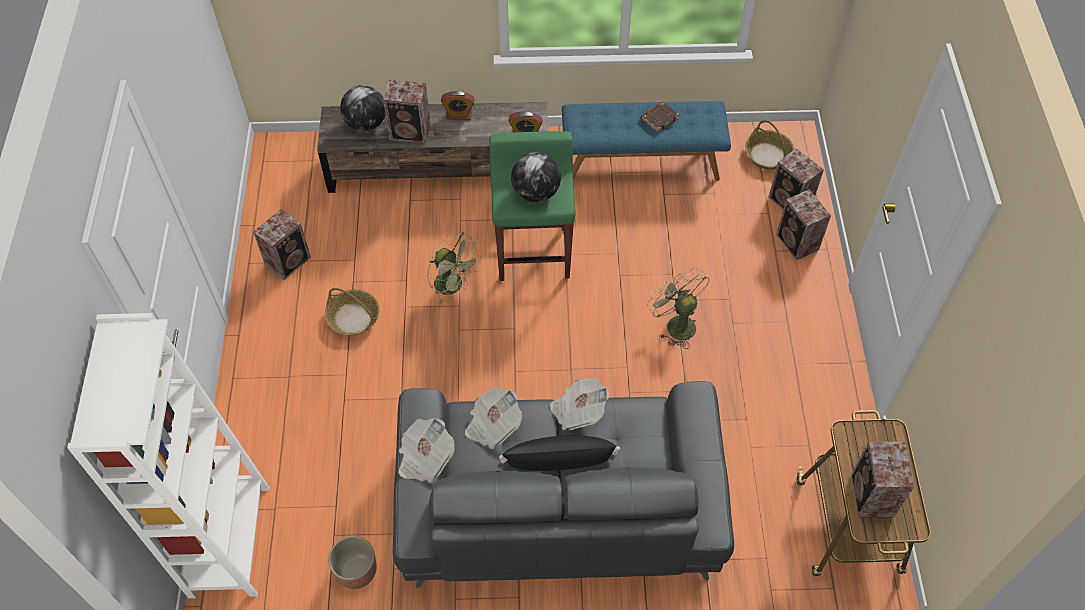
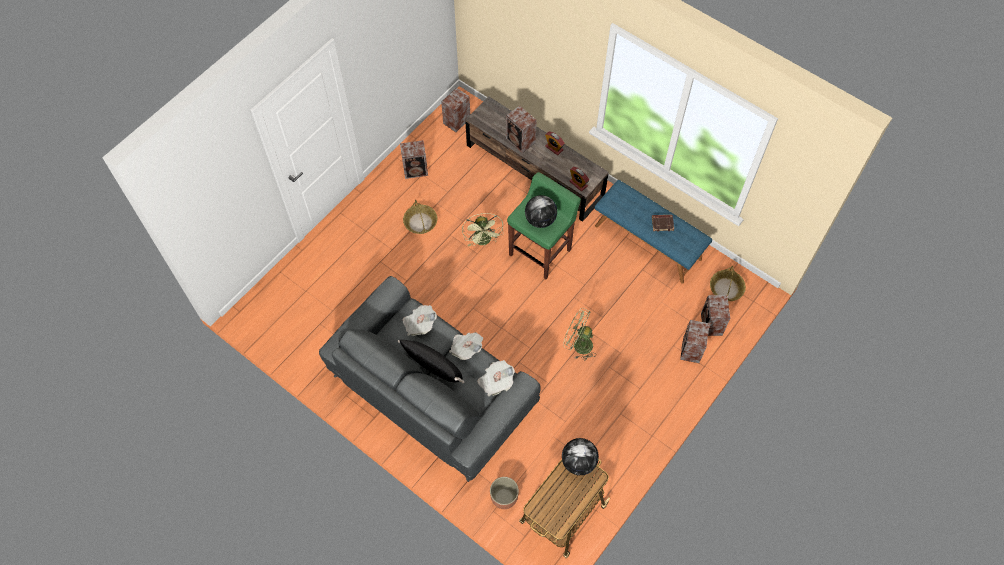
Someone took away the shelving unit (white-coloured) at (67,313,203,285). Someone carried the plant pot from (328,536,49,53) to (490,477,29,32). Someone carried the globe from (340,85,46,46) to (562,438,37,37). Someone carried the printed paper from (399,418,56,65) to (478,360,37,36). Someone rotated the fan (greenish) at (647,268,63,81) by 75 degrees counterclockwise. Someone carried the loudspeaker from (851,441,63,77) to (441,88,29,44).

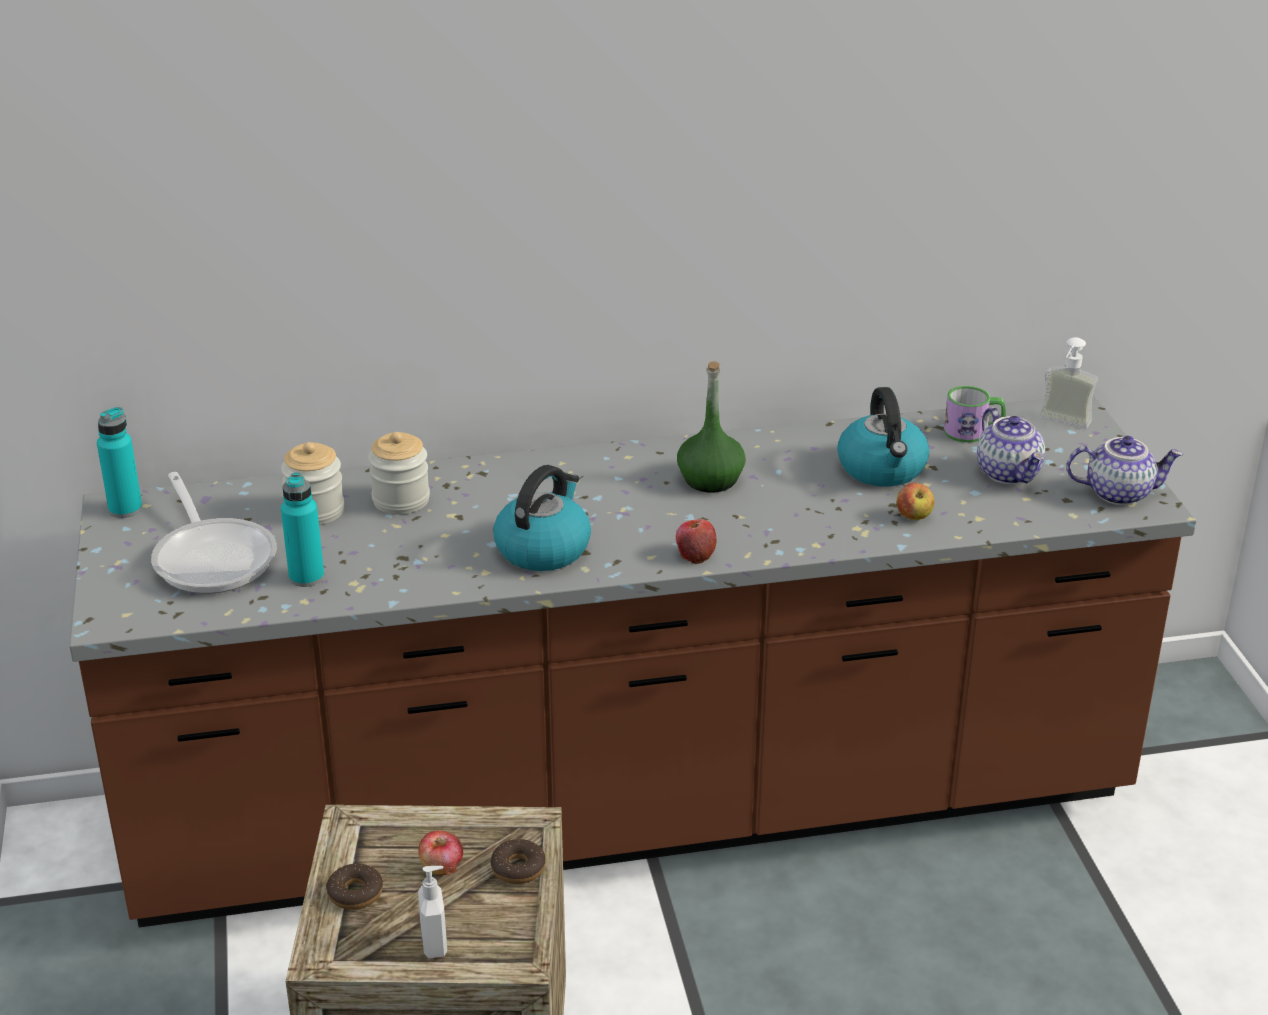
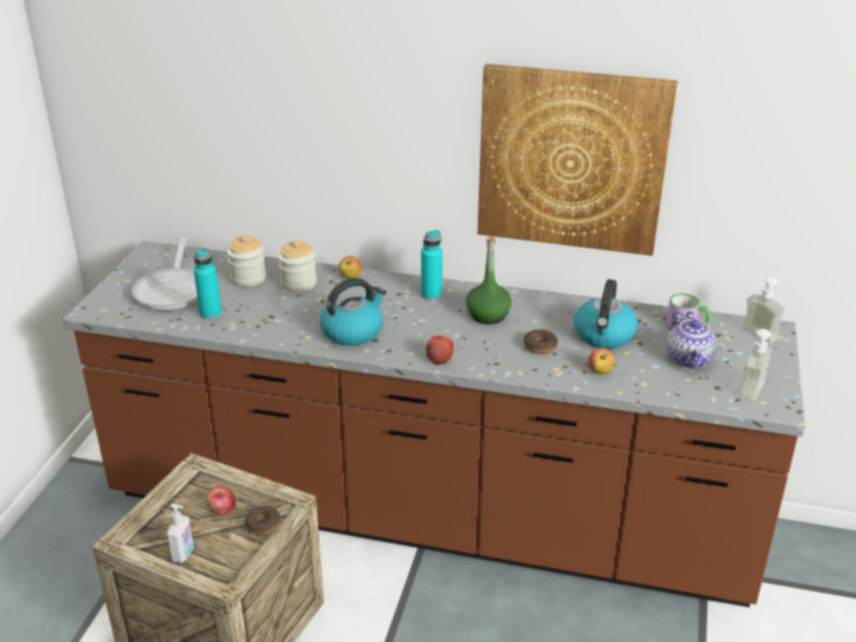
Someone carried the beverage bottle (turquoise) from (97,407,45,111) to (421,230,21,70). Someone carried the ring doughnut from (326,864,57,46) to (524,329,34,25). Someone swapped the pot for tea at (1066,436,117,70) for the liquid soap bottle at (739,329,50,72). Someone put down the whole apple at (339,256,23,23). Someone put up the wall art at (478,64,200,192).

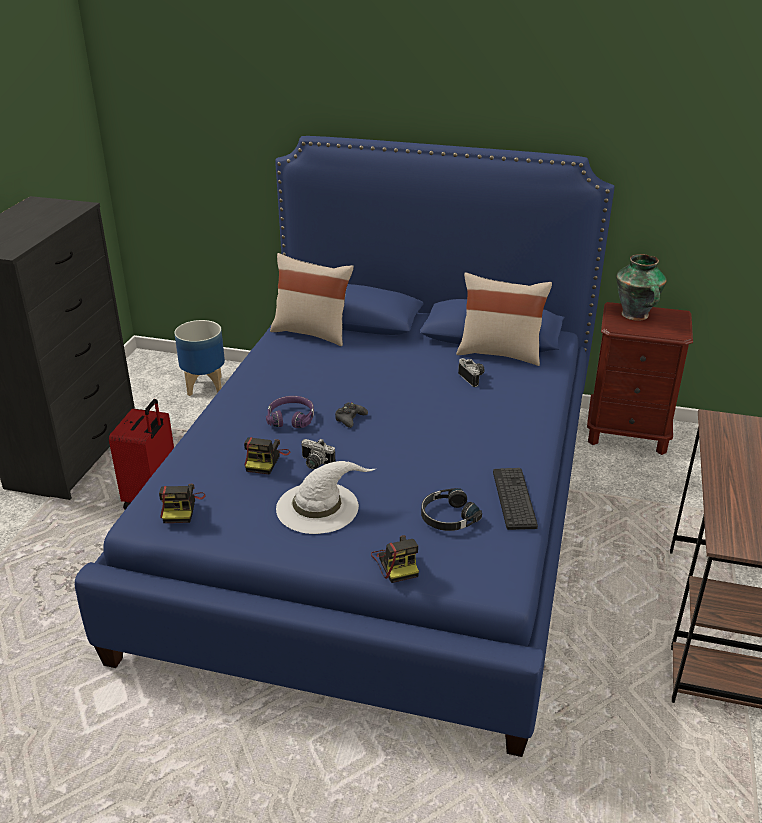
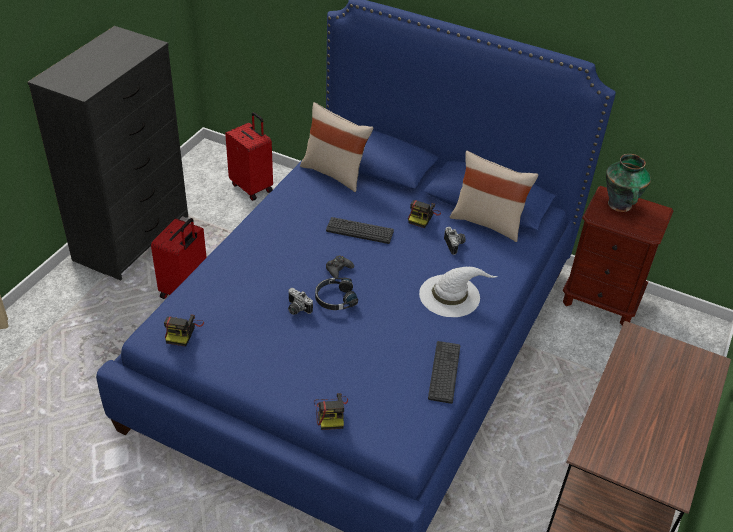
Someone swapped the plant pot at (174,320,51,76) for the suitcase (red-coloured) at (225,112,48,89). Someone carried the photo camera from (244,437,46,38) to (408,200,33,28). Someone took away the headset (purple) at (266,396,48,32). Someone carried the hat (white-coloured) from (276,461,99,73) to (419,267,79,50). Someone carried the headset (blackish) from (421,488,61,43) to (315,277,43,33). Someone put down the keyboard at (326,217,68,27).

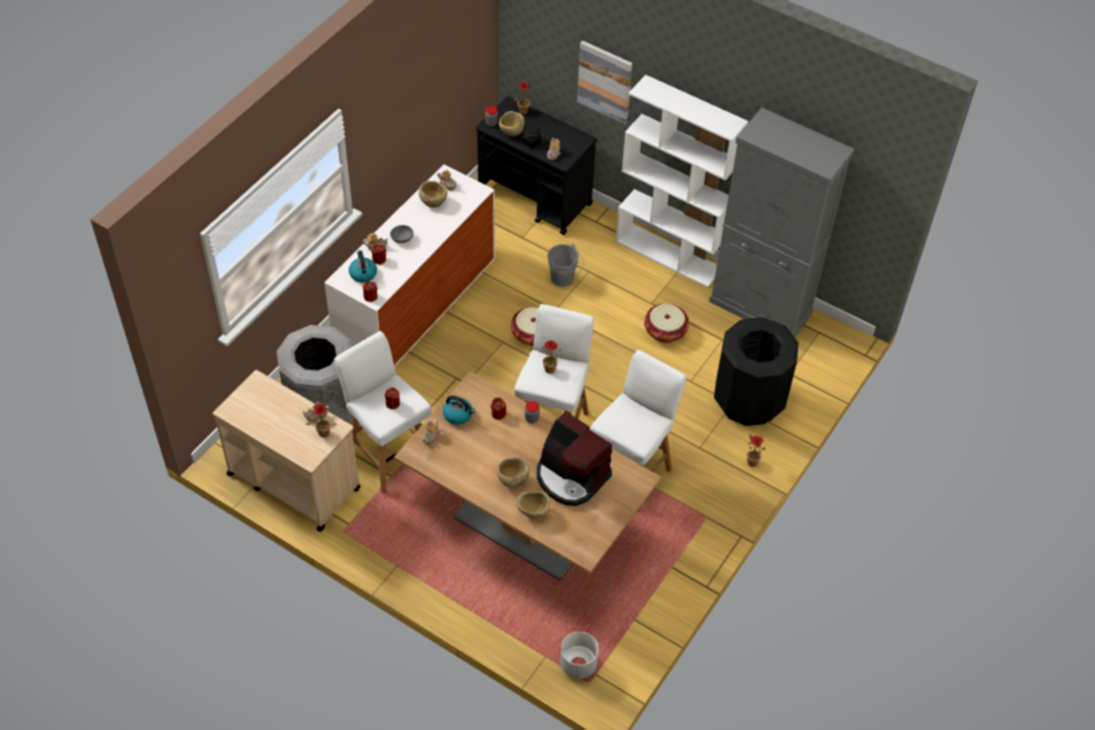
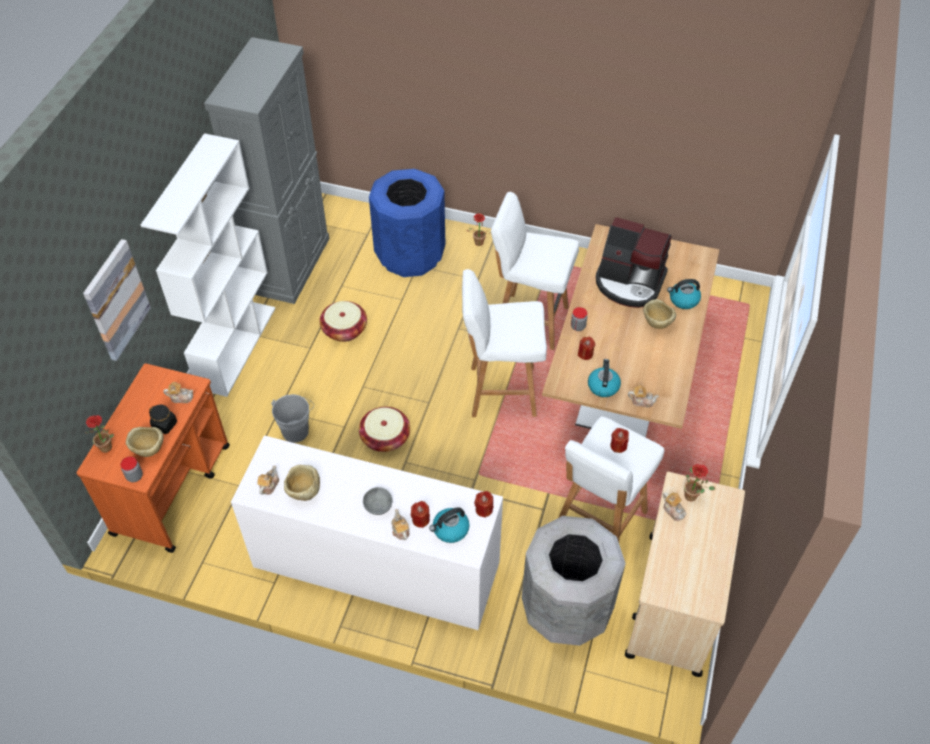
Someone repainted the wheeled cart (blackish) at (476,96,121,139), which became the wheeled cart (orange-coloured) at (76,363,154,190). Someone swapped the bowl (beige) at (517,491,33,28) for the water kettle at (667,279,34,30). Someone rotated the coffee machine at (537,411,75,95) by 90 degrees clockwise. Someone took away the plant in a pot at (542,340,20,34). Someone took away the plant pot (white-coloured) at (560,632,39,47). Someone repainted the trash can (blackish) at (714,317,85,109), which became the trash can (blue) at (369,169,76,108).

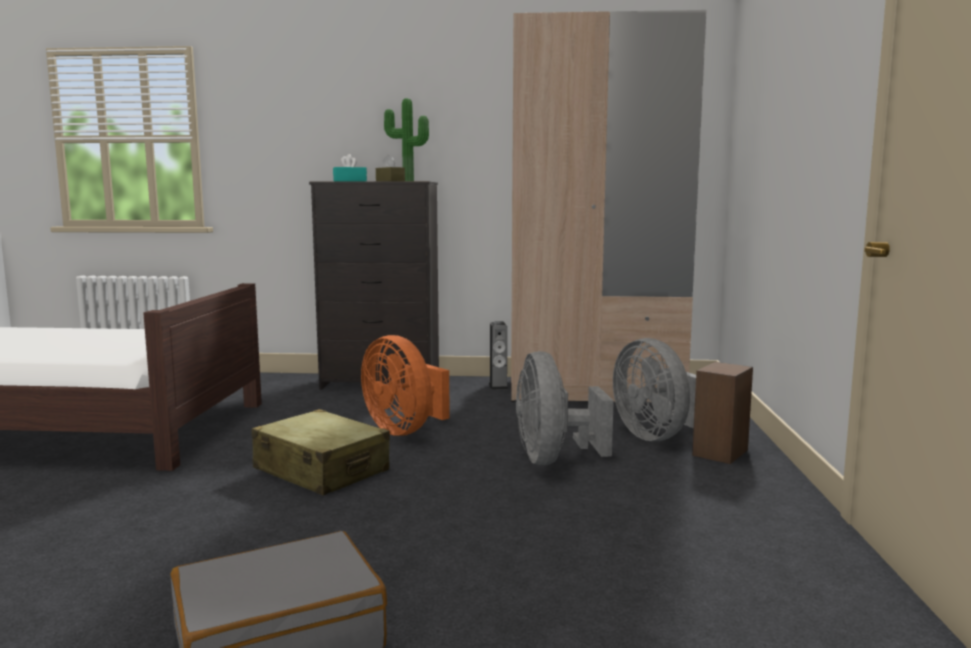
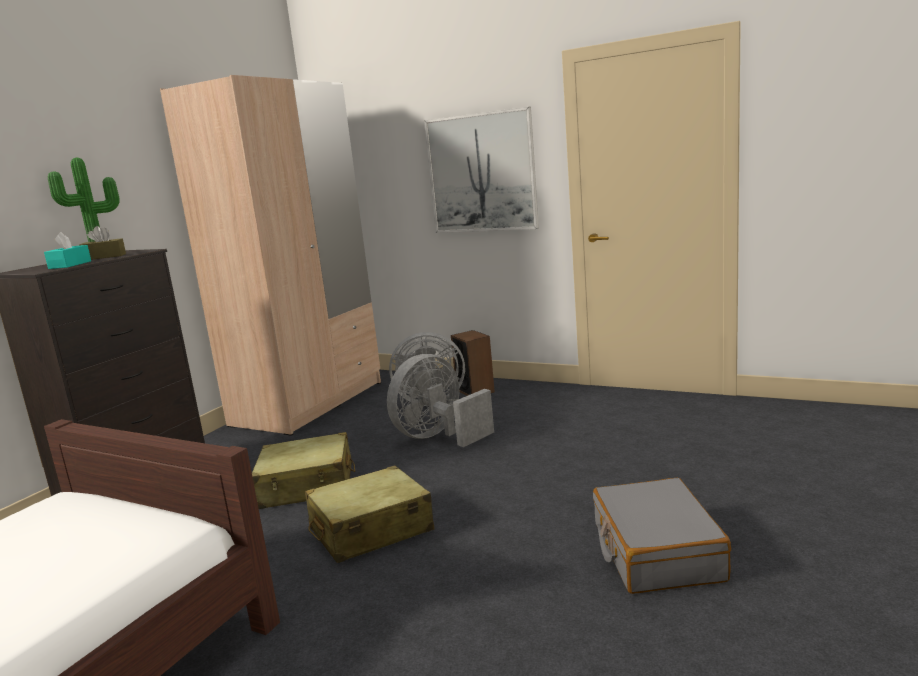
Someone swapped the fan (orange-coloured) at (361,335,89,101) for the suitcase (beige) at (252,432,103,77). Someone took away the loudspeaker at (489,321,19,69). Someone rotated the fan (greyish) at (516,351,98,114) by 120 degrees clockwise. Someone put up the wall art at (424,107,115,126).

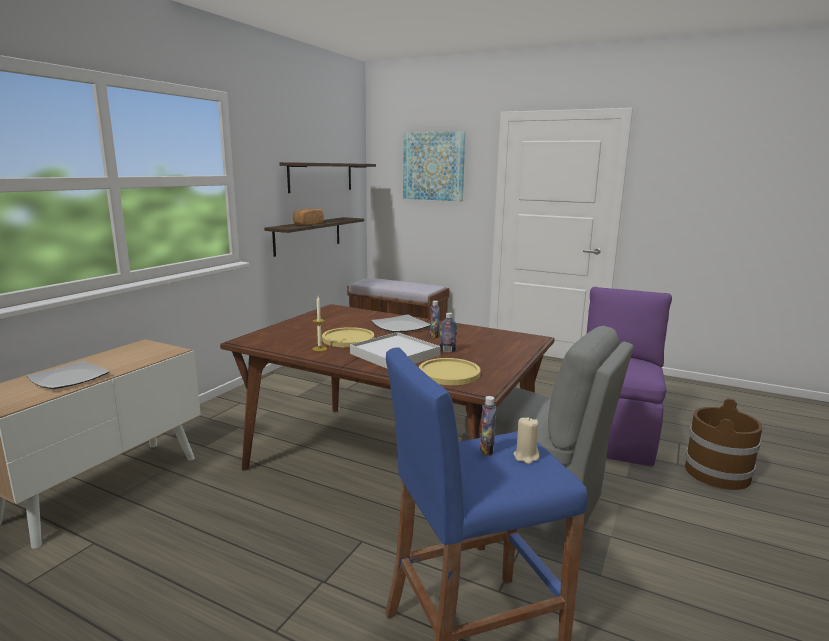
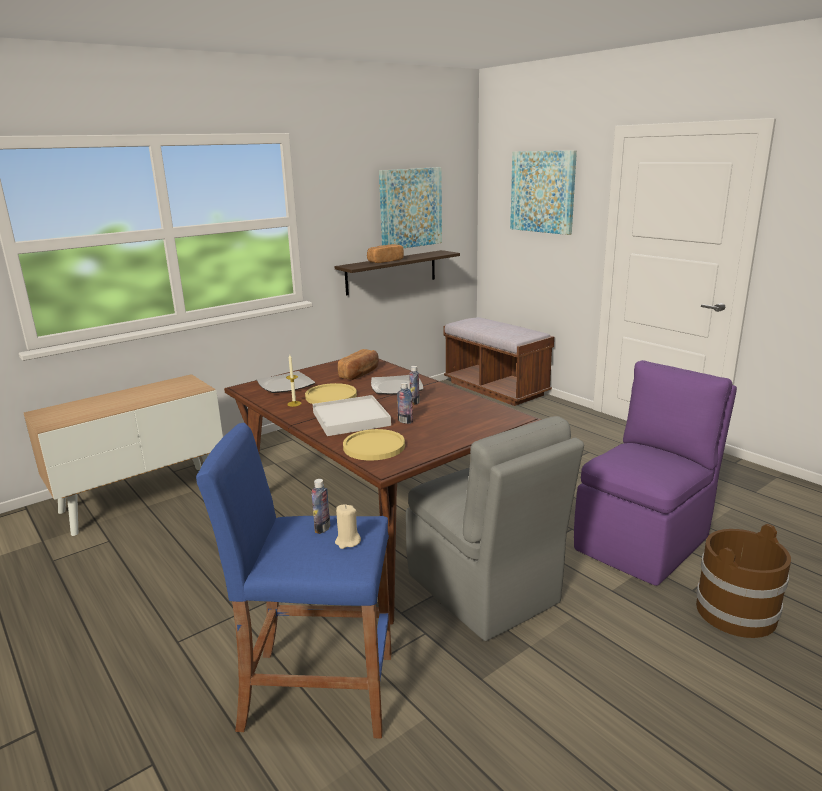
Someone carried the plate from (27,361,83,28) to (257,371,58,22). Someone swapped the bracket shelf at (279,162,97,31) for the wall art at (379,167,63,81). Someone put down the bakery bread at (338,349,41,31).

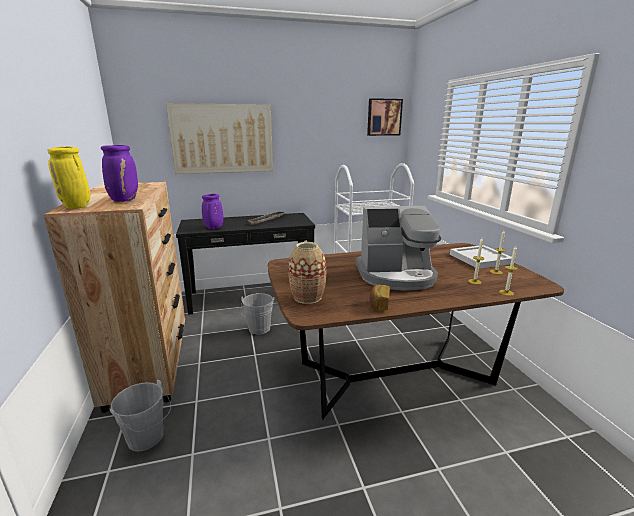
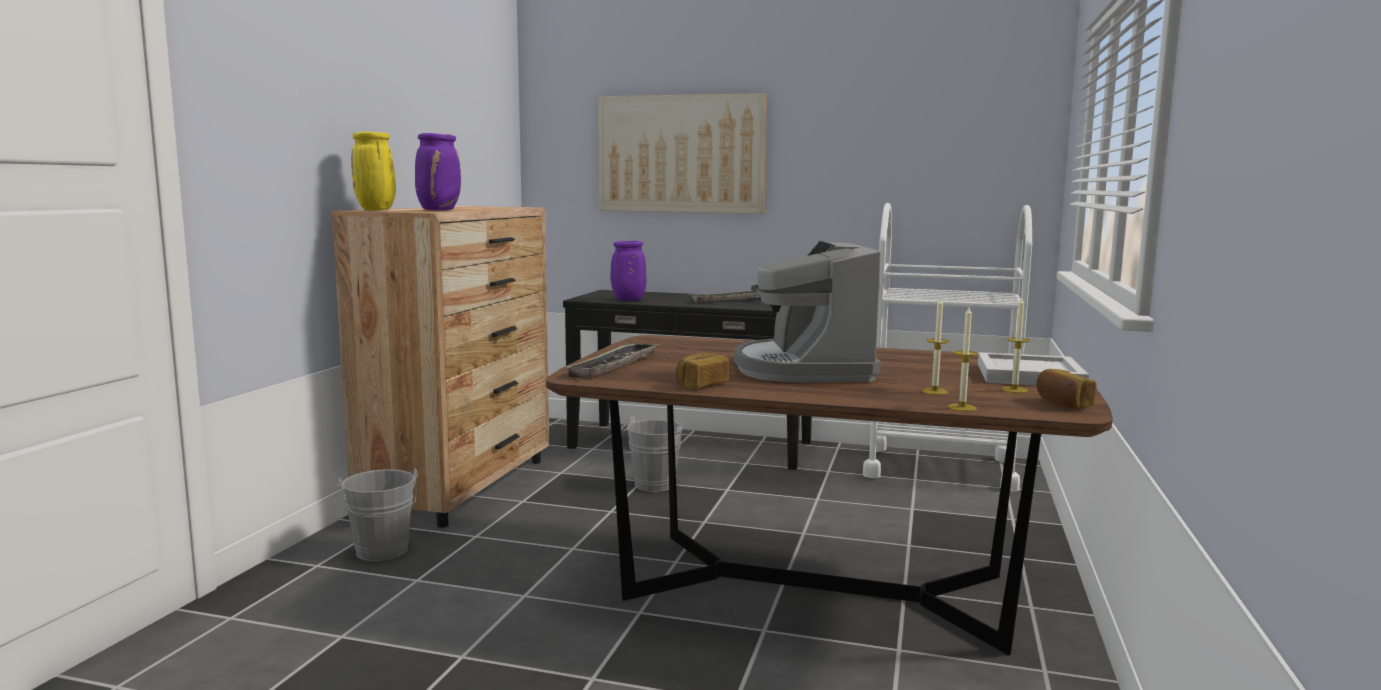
Someone swapped the decorative vase at (288,242,38,62) for the carrying tray at (564,343,96,35). Someone rotated the coffee machine at (355,206,86,85) by 60 degrees clockwise. Someone took away the wall art at (367,98,36,38). Someone put down the bakery bread at (1036,369,61,40).

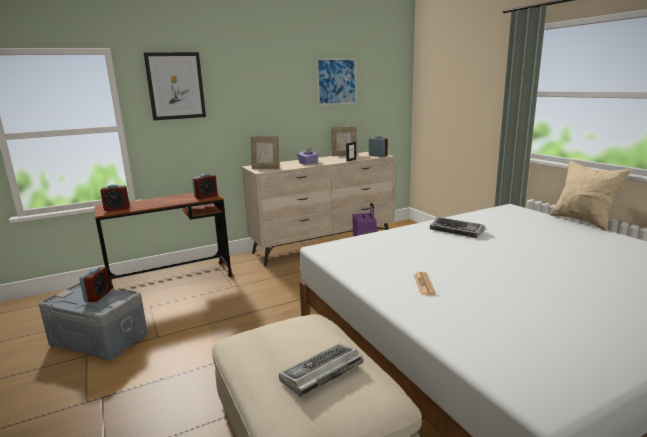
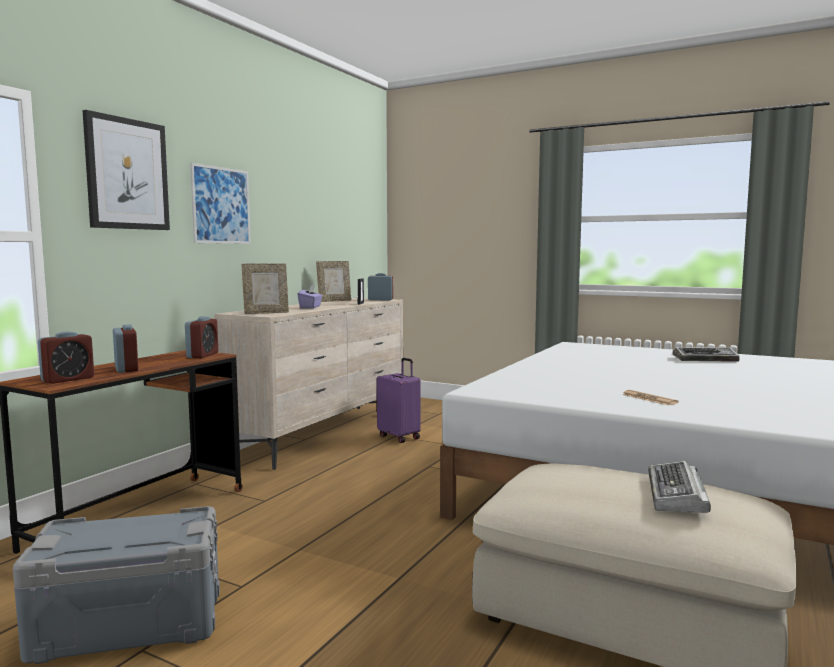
Someone carried the table clock from (79,267,32,35) to (113,324,25,49). Someone carried the wall art from (316,58,40,48) to (190,163,61,81). Someone carried the keyboard from (430,217,55,21) to (673,347,67,15). Someone took away the cushion (beige) at (550,161,81,70).

